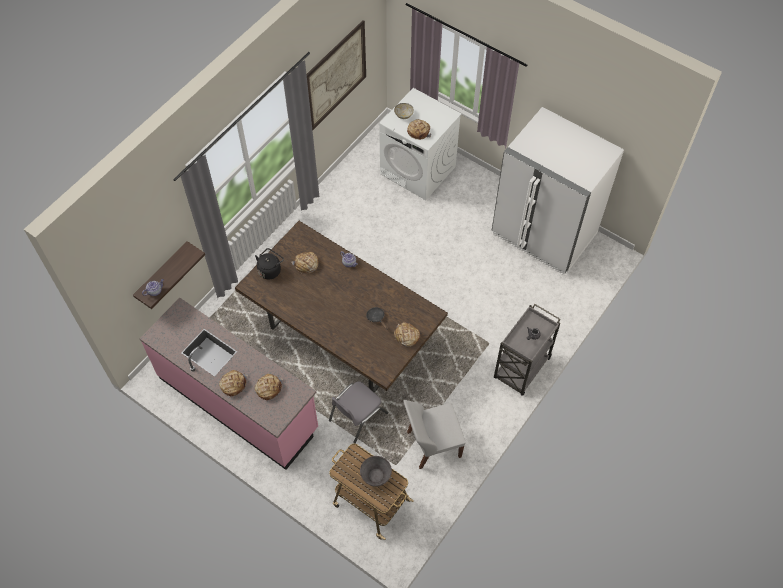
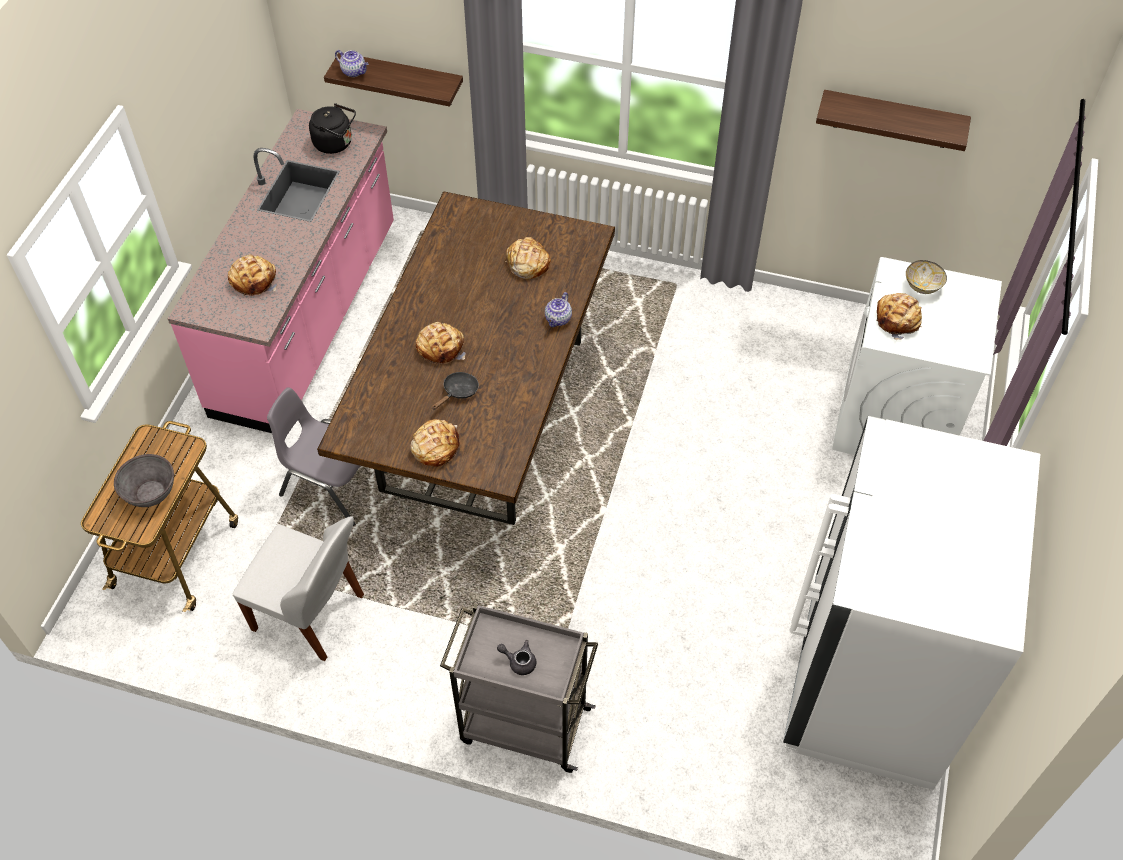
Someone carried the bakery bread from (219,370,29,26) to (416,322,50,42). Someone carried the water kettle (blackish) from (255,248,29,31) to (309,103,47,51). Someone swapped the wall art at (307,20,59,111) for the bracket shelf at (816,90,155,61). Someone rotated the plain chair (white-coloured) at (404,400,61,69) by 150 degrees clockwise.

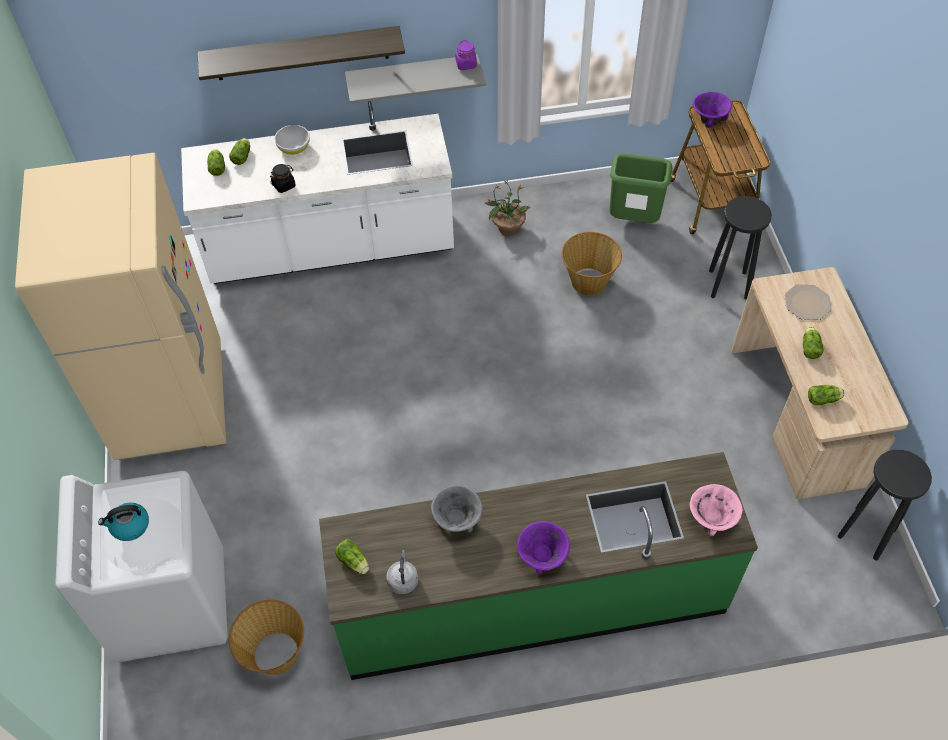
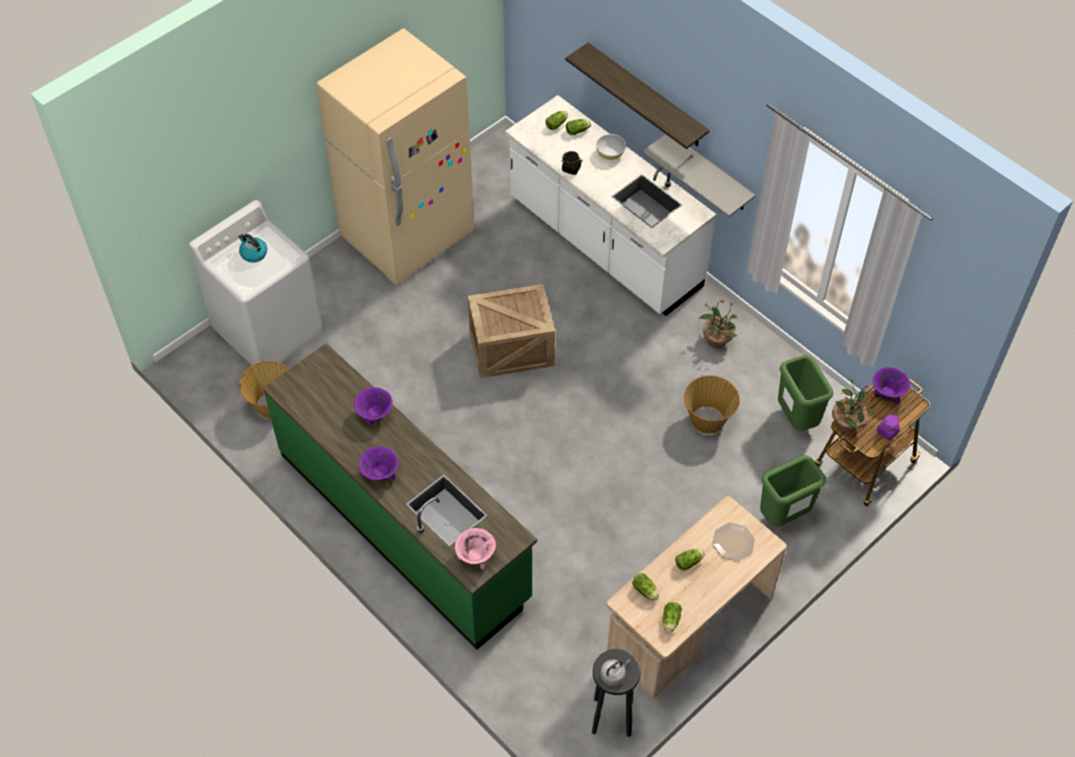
Someone carried the lettuce from (335,539,34,35) to (663,602,19,31). Someone carried the water kettle (greyish) from (386,550,32,44) to (600,659,31,27). Someone repainted the bowl (greyish) at (431,485,52,48), which became the bowl (purple) at (354,387,39,38). Someone carried the storage jar (purple) from (455,40,22,30) to (877,414,23,26). Someone swapped the stool (blackish) at (709,196,63,104) for the trash can (greenish) at (760,455,66,72). Someone put down the packing crate at (468,284,87,94). Someone put down the plant in a pot at (832,378,43,55).

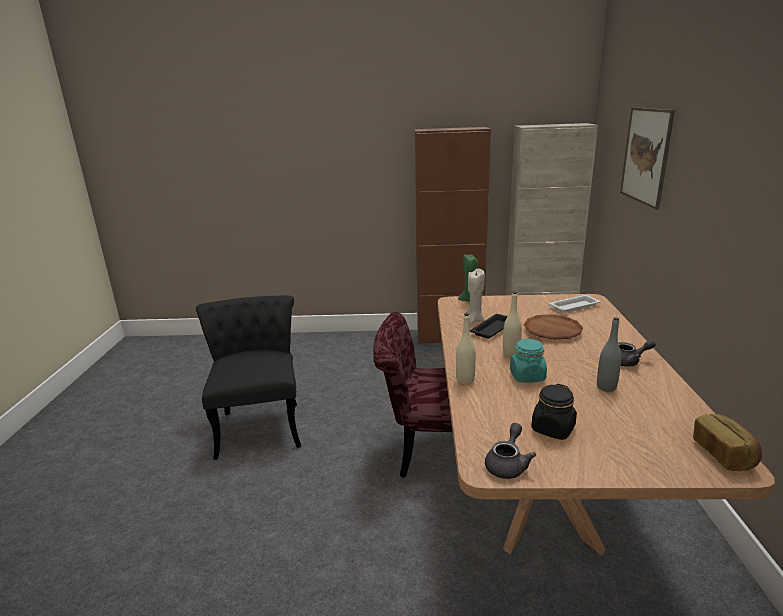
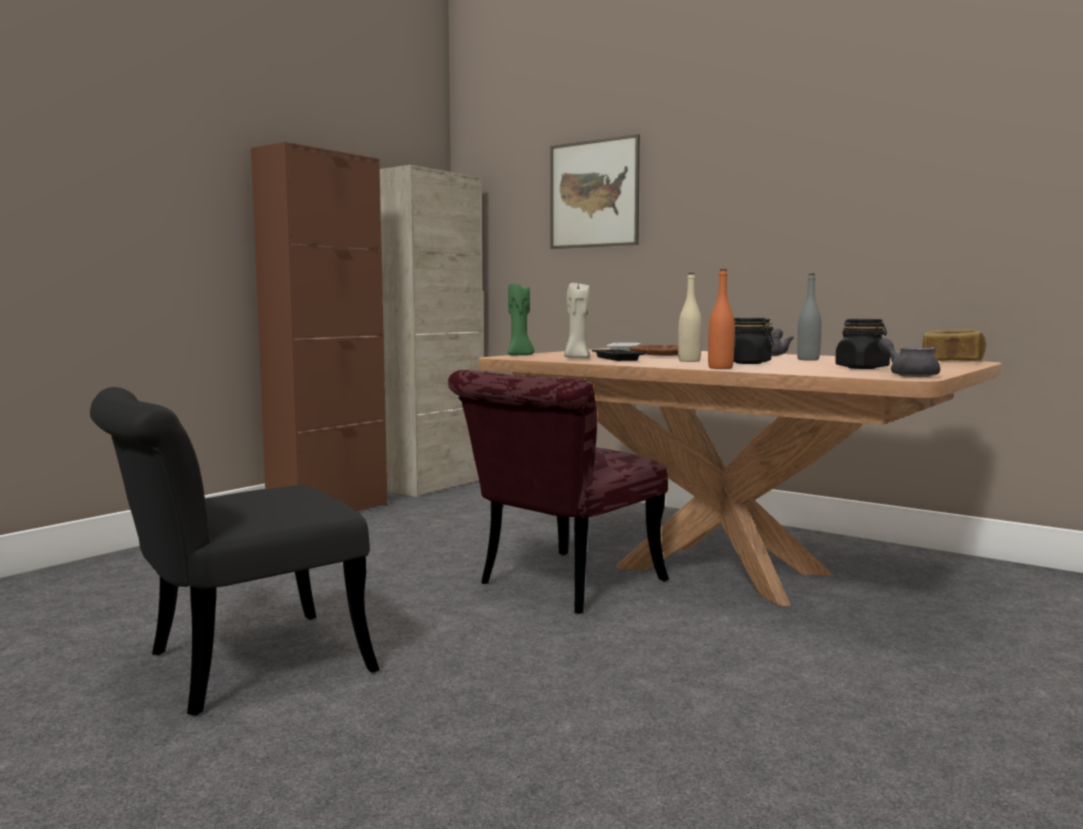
Someone rotated the plain chair (blackish) at (196,295,105,165) by 60 degrees counterclockwise. Someone repainted the beverage bottle (beige) at (456,313,20,72), which became the beverage bottle (orange-coloured) at (708,269,27,100). Someone repainted the storage jar (turquoise) at (510,339,37,43), which became the storage jar (blackish) at (734,318,40,46).

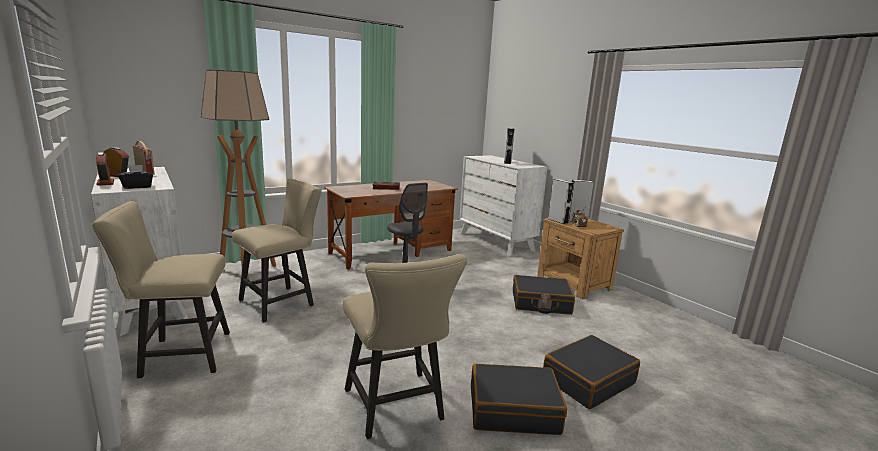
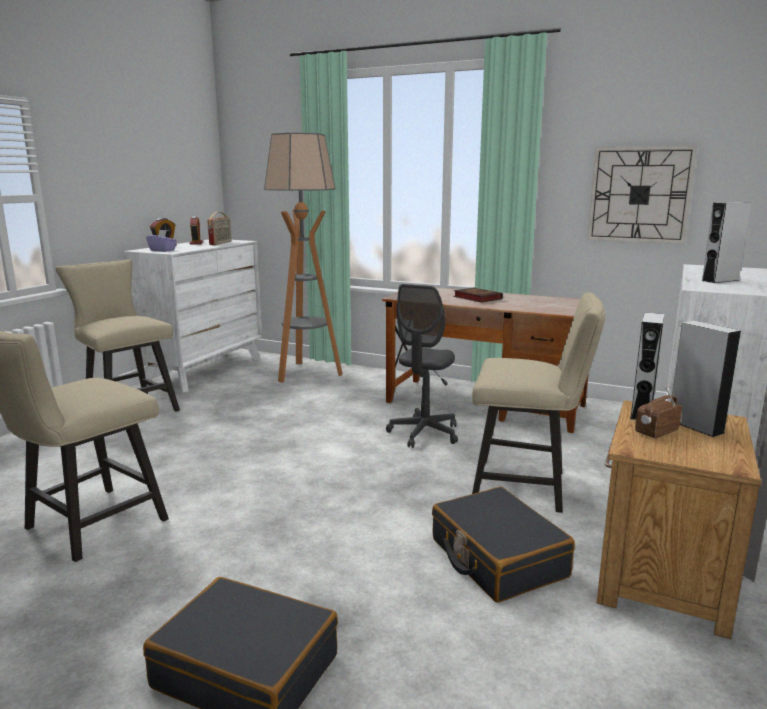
Someone repainted the tissue box (blackish) at (118,165,35,24), which became the tissue box (purple) at (146,230,31,22). Someone carried the plain chair (beige) from (232,179,90,144) to (472,292,133,221). Someone took away the suitcase (blackish) at (471,364,96,71). Someone put up the hanging clock at (587,146,110,98).

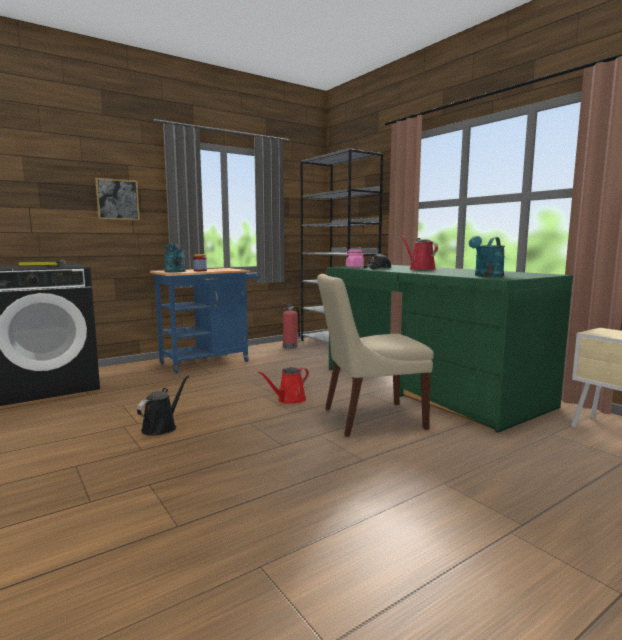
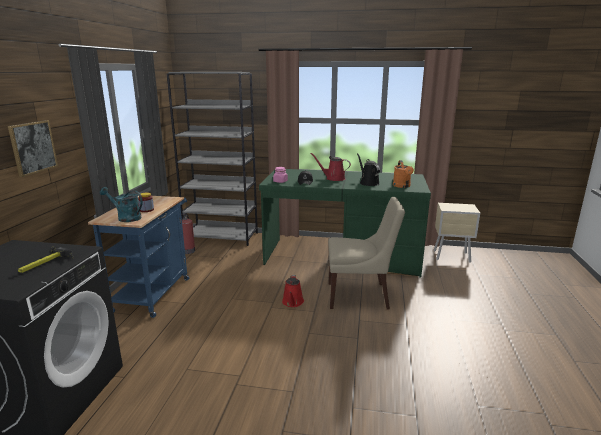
Someone carried the sprinkling can (blackish) from (137,376,52,60) to (357,153,23,33). Someone rotated the plain chair (beige) at (317,274,117,163) by 120 degrees counterclockwise. Someone repainted the sprinkling can (turquoise) at (469,236,36,41), which became the sprinkling can (orange-coloured) at (393,160,21,28).

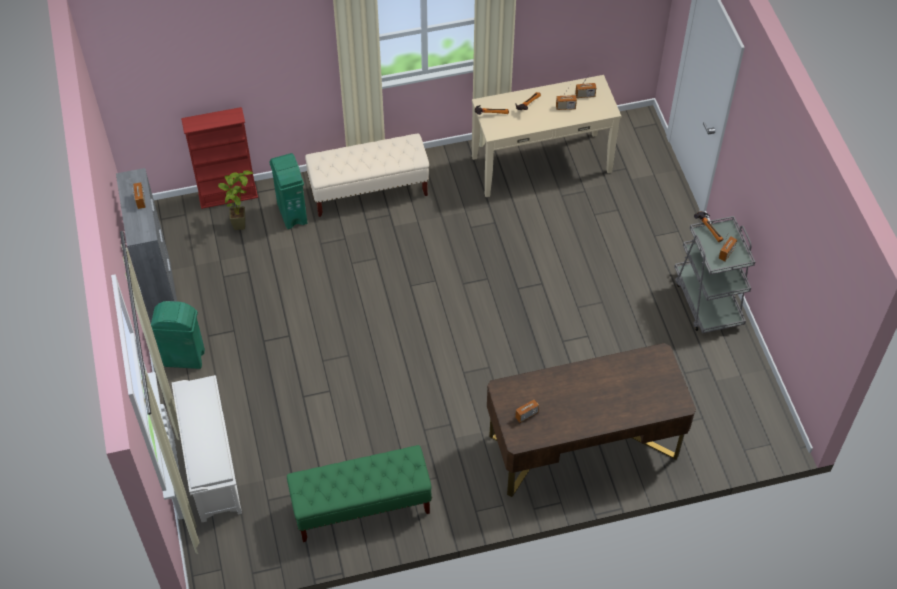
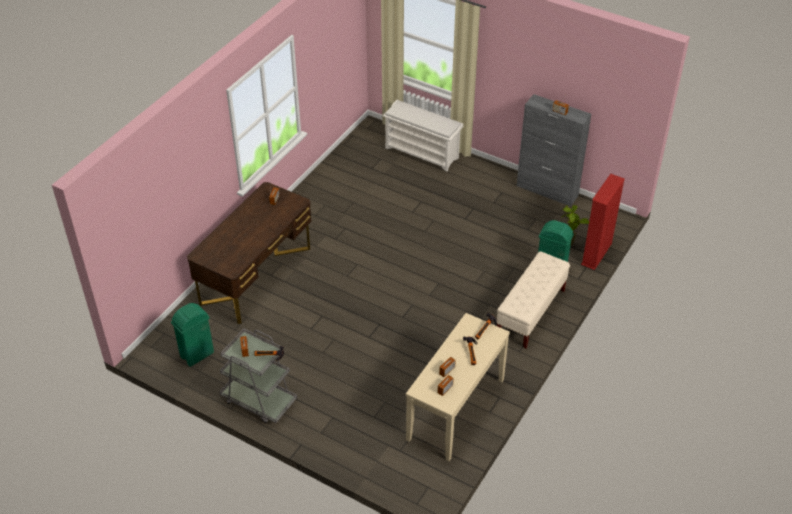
Someone carried the trash can (greenish) from (151,301,54,68) to (171,303,43,64). Someone took away the indoor bench (greenish) at (287,445,145,97).

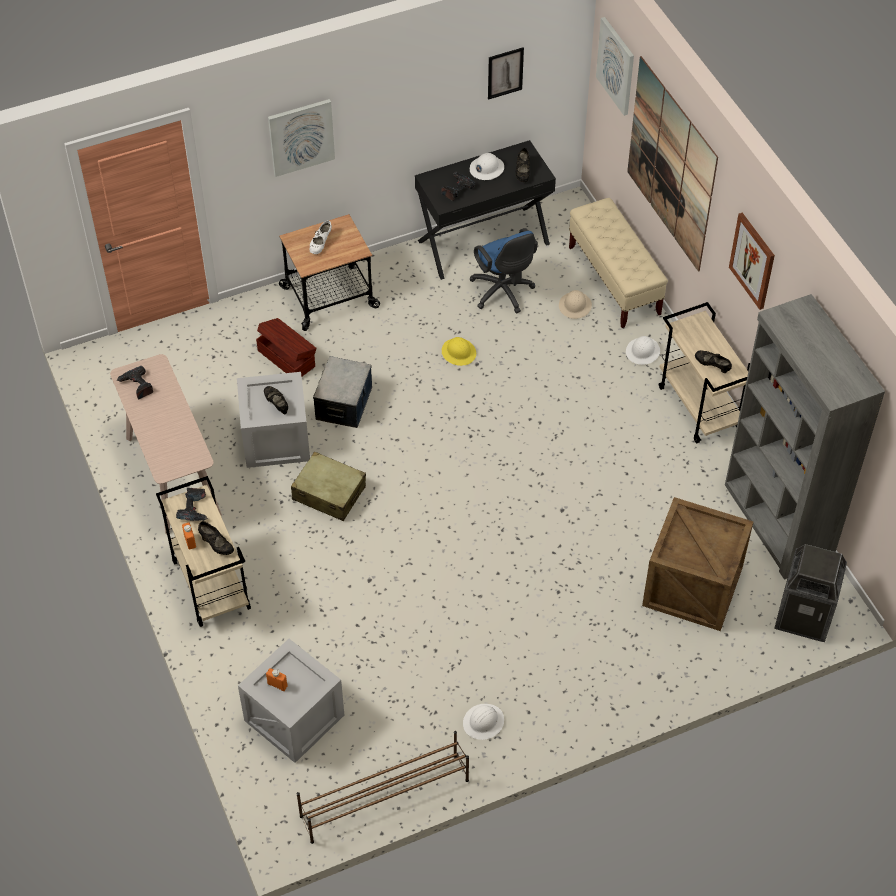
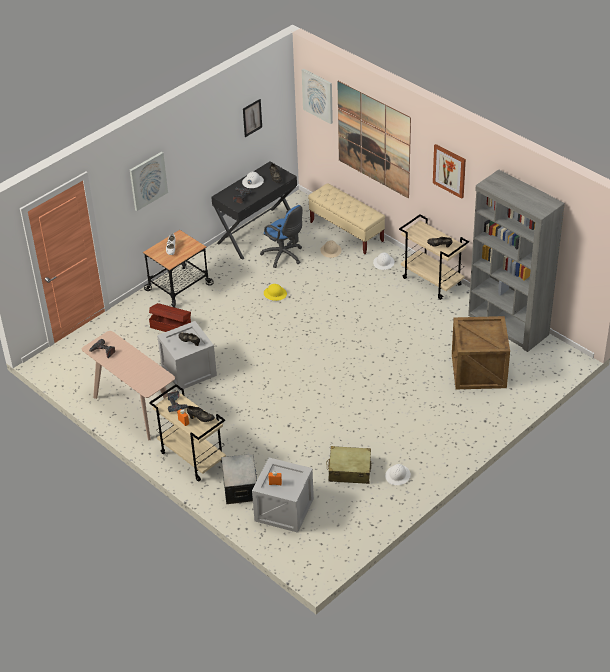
Someone carried the suitcase (beige) from (291,451,75,70) to (327,446,44,38). Someone took away the shoe rack (brownish) at (297,731,172,113). Someone carried the storage box from (313,356,59,72) to (222,454,36,50). Someone took away the trash can at (775,544,72,98).

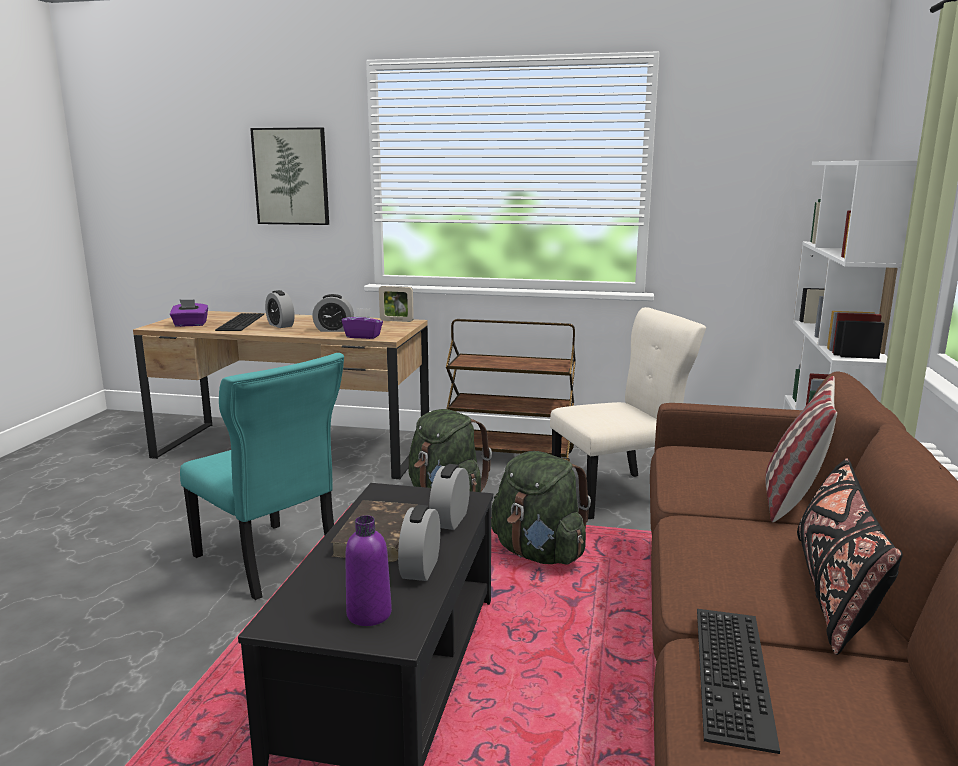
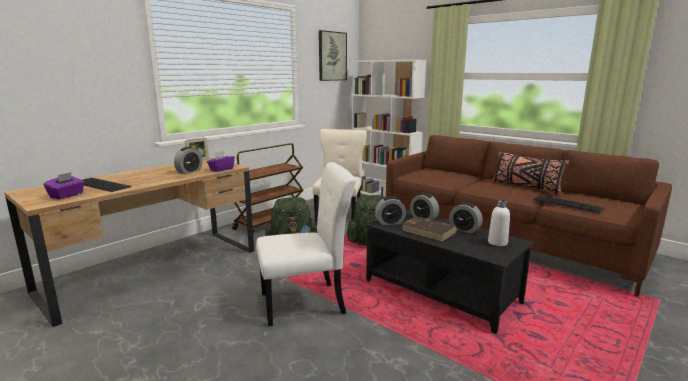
Someone repainted the plain chair (turquoise) at (180,353,164,247), which became the plain chair (white-coloured) at (256,162,101,164). Someone carried the wall art from (250,127,79,98) to (319,30,28,51). Someone carried the table clock from (265,290,30,38) to (375,196,31,29). Someone repainted the beverage bottle (purple) at (345,516,47,110), which became the beverage bottle (white-coloured) at (488,200,22,46). Someone took away the cushion at (765,376,72,146).

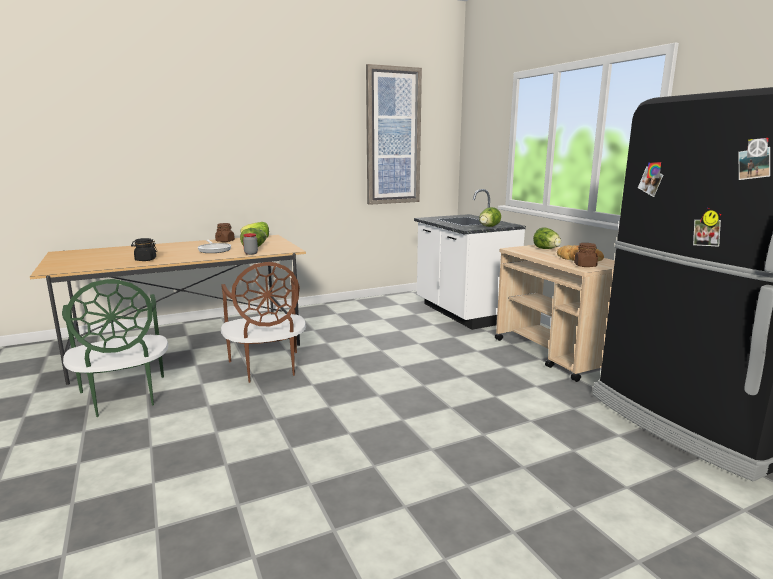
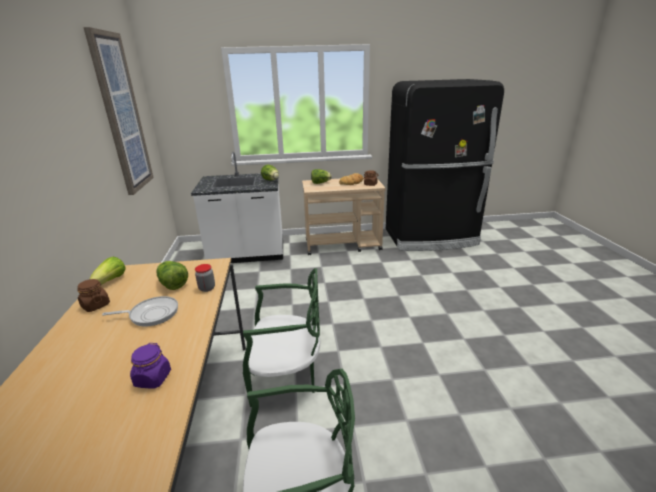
Someone repainted the storage jar (blackish) at (131,238,26,23), which became the storage jar (purple) at (130,343,41,45). Someone repainted the plain chair (brownish) at (221,262,85,121), which became the plain chair (greenish) at (243,268,77,139).

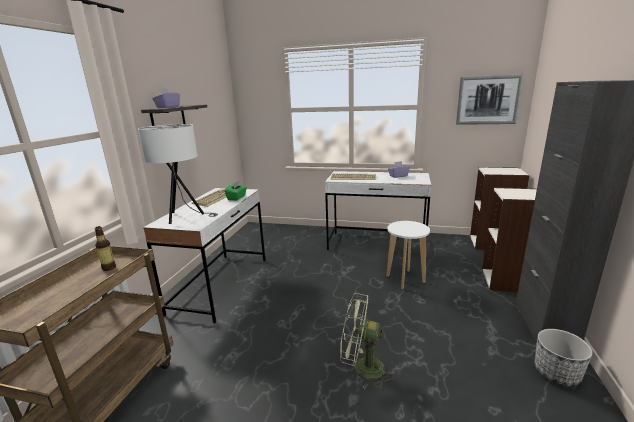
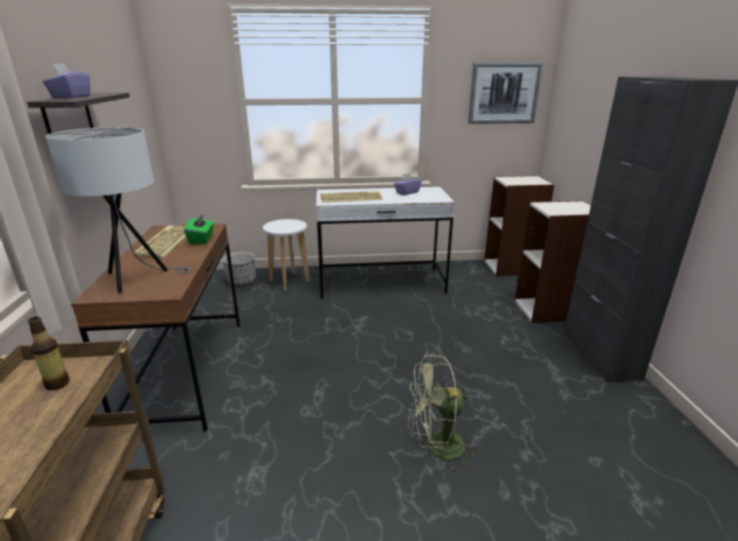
Someone repainted the desk (white-coloured) at (143,188,123,135), which became the desk (brownish) at (71,224,169,207). Someone carried the stool (white-coloured) from (386,221,44,68) to (263,219,47,72). Someone carried the plant pot from (534,329,59,57) to (223,252,33,34).

